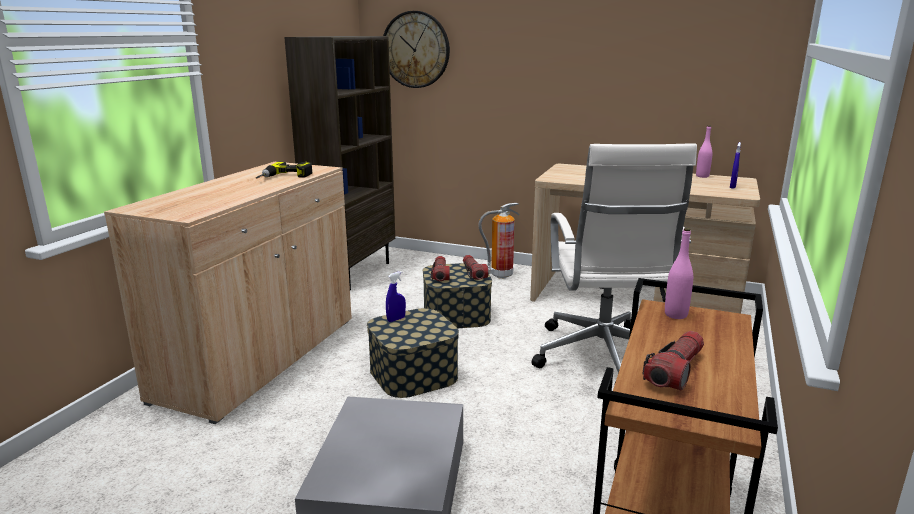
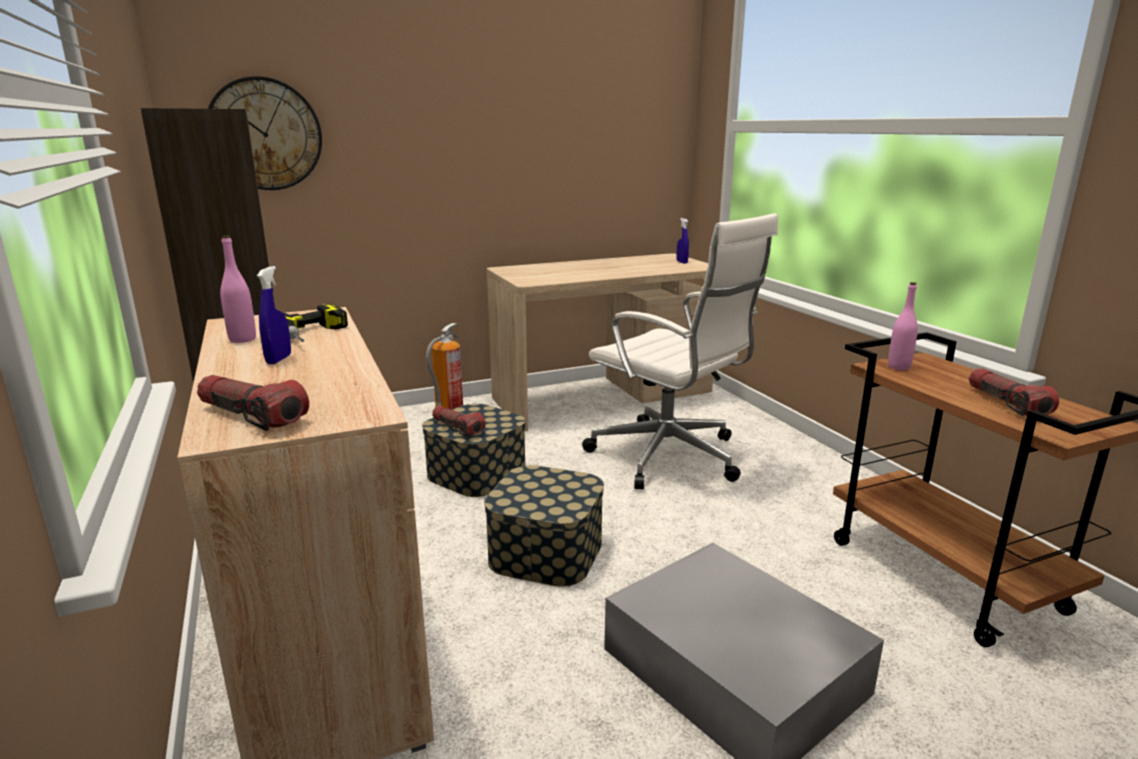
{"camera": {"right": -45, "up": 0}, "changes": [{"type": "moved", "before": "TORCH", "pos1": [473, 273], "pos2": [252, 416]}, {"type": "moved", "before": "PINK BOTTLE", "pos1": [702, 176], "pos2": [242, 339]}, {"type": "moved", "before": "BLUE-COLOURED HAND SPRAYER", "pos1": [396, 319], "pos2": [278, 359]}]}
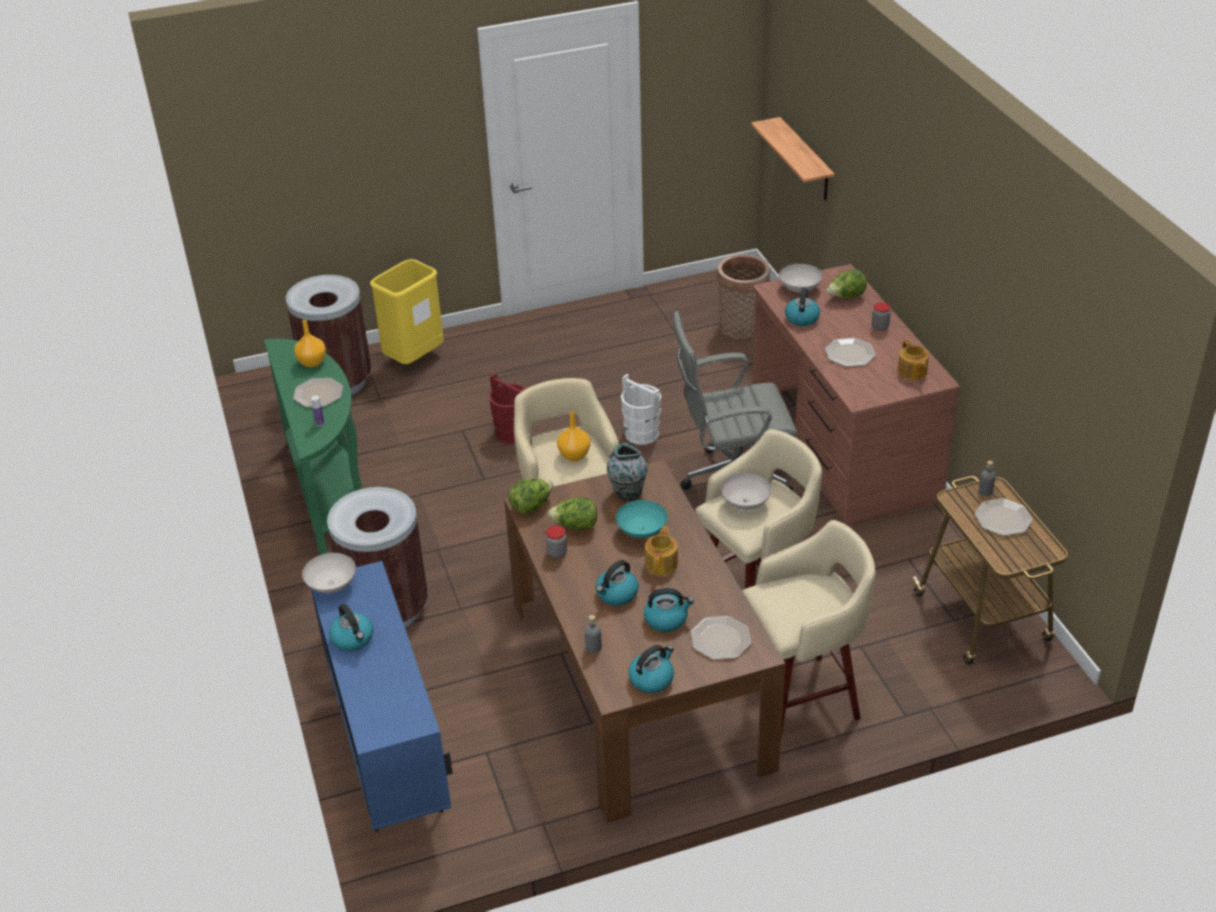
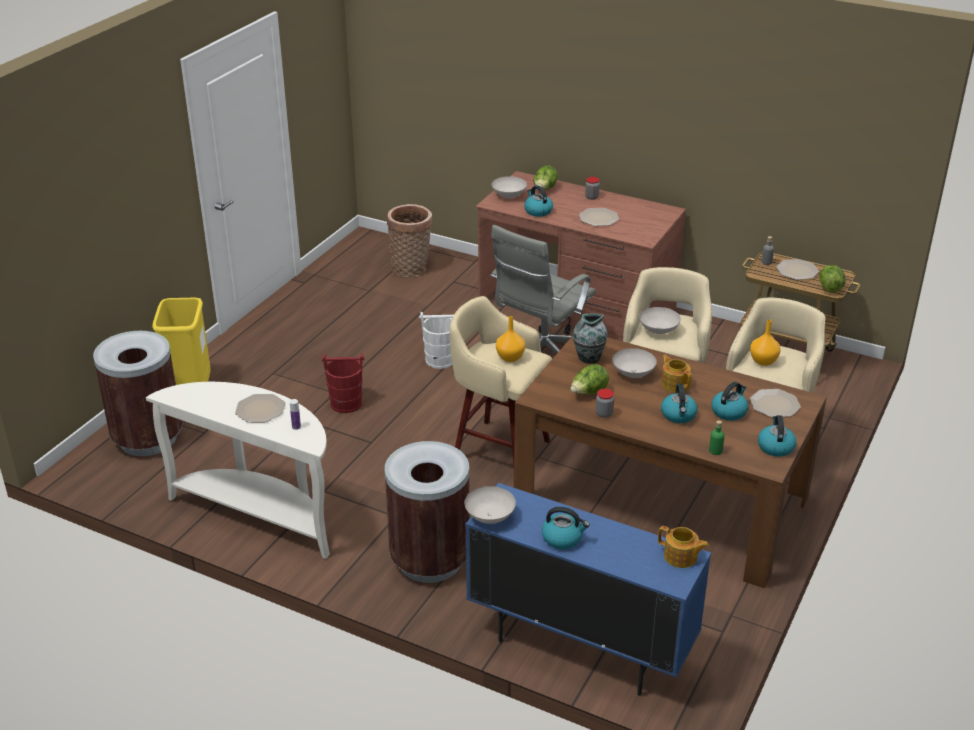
{"camera": {"right": -45, "up": -5}, "changes": [{"type": "recoloured", "before": "GREEN NARROW TABLE", "after": "WHITE-COLOURED NARROW TABLE", "pos1": [329, 492], "pos2": [260, 513]}, {"type": "recoloured", "before": "TURQUOISE SERVING BOWL", "after": "WHITE-COLOURED SERVING BOWL", "pos1": [641, 530], "pos2": [632, 373]}, {"type": "moved", "before": "TEAPOT", "pos1": [912, 372], "pos2": [681, 557]}, {"type": "recoloured", "before": "GRAY BOTTLE", "after": "GREEN BOTTLE", "pos1": [593, 647], "pos2": [715, 451]}, {"type": "moved", "before": "ORANGEY FLOWER VASE", "pos1": [312, 362], "pos2": [764, 361]}, {"type": "moved", "before": "HEAD OF LETTUCE", "pos1": [531, 506], "pos2": [830, 287]}, {"type": "removed", "before": "SHELF", "pos1": [805, 160]}]}
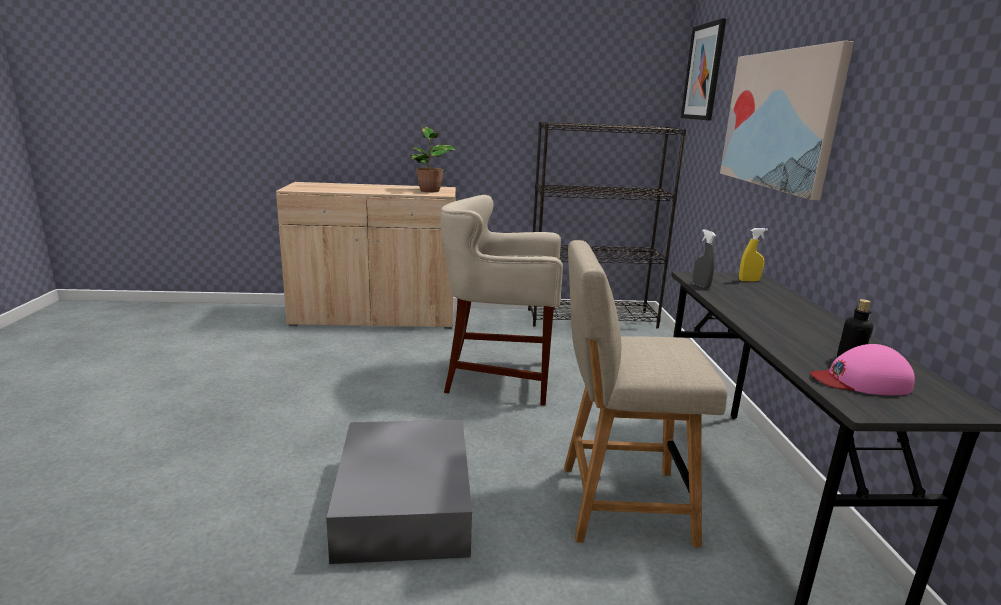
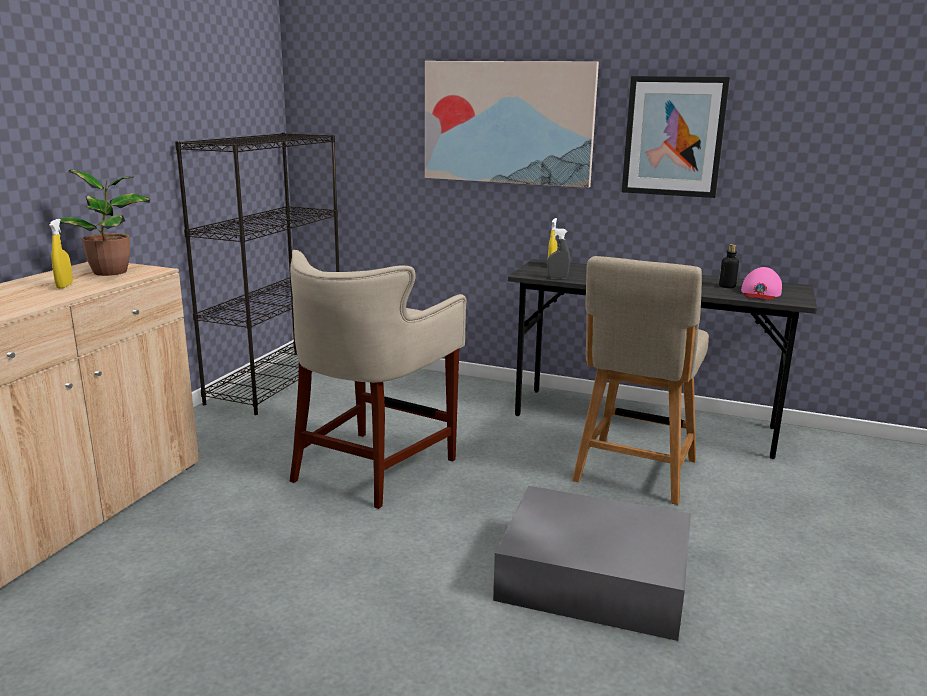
{"camera": {"right": -65, "up": 0}, "changes": [{"type": "added", "after": "YELLOW-COLOURED HAND SPRAYER", "pos2": [64, 286]}, {"type": "moved", "before": "WALL PICTURE", "pos1": [703, 72], "pos2": [673, 136]}]}
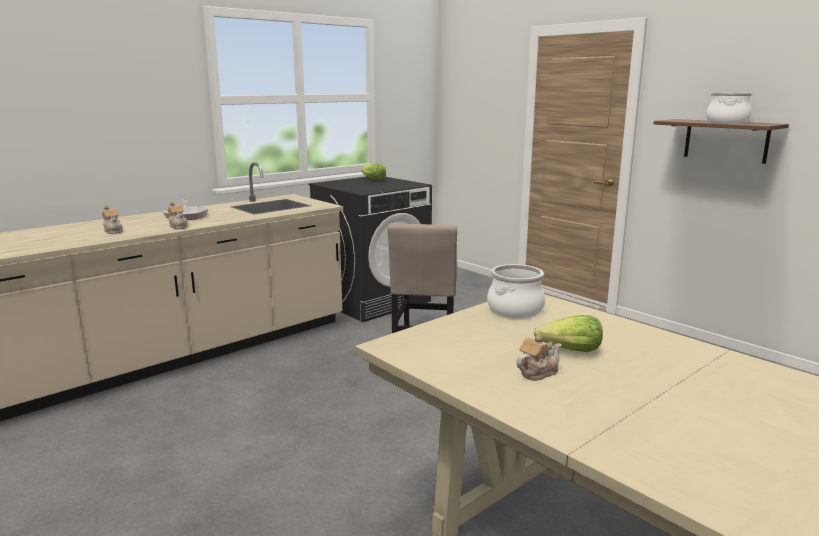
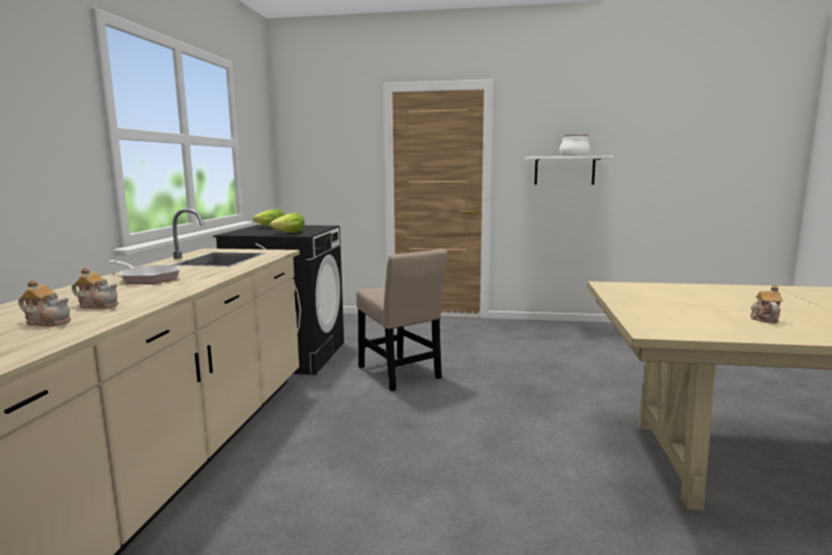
{"camera": {"right": -40, "up": -5}, "changes": [{"type": "moved", "before": "TEAPOT", "pos1": [178, 226], "pos2": [48, 322]}, {"type": "moved", "before": "HEAD OF LETTUCE", "pos1": [570, 351], "pos2": [289, 233]}, {"type": "recoloured", "before": "BROWN-COLOURED SHELF", "after": "WHITE-COLOURED SHELF", "pos1": [726, 140], "pos2": [564, 170]}, {"type": "removed", "before": "COOKING POT", "pos1": [514, 310]}]}
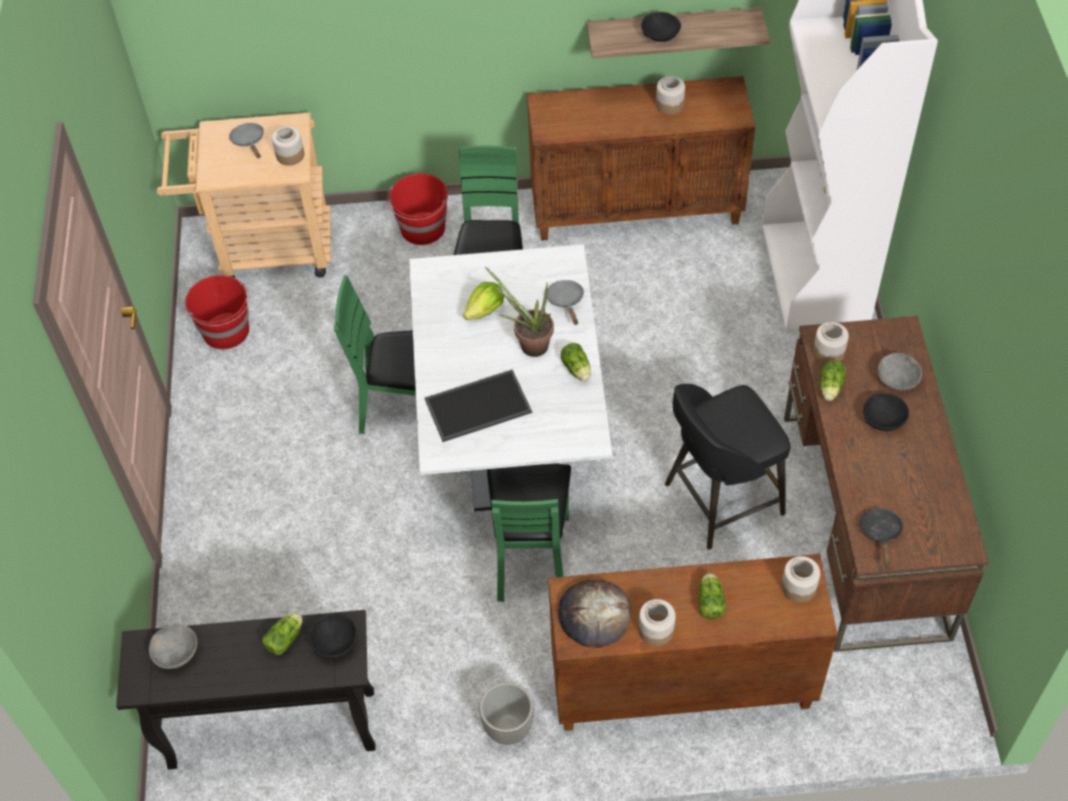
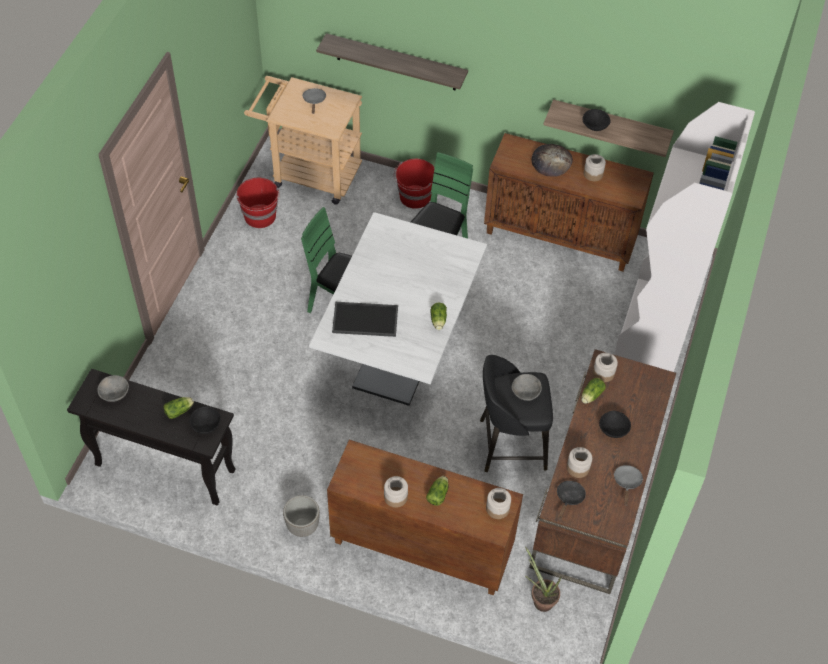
{"camera": {"right": 20, "up": 0}, "changes": [{"type": "added", "after": "SHELF", "pos2": [396, 62]}, {"type": "moved", "before": "GRAY SERVING BOWL", "pos1": [897, 379], "pos2": [526, 392]}, {"type": "moved", "before": "HOUSEPLANT", "pos1": [528, 344], "pos2": [540, 599]}, {"type": "moved", "before": "BAKERY BREAD", "pos1": [594, 615], "pos2": [551, 162]}, {"type": "moved", "before": "JAR", "pos1": [290, 155], "pos2": [577, 468]}, {"type": "moved", "before": "GRAY PAN", "pos1": [566, 301], "pos2": [627, 482]}, {"type": "removed", "before": "HEAD OF LETTUCE", "pos1": [485, 310]}, {"type": "removed", "before": "GREEN PLAIN CHAIR", "pos1": [531, 557]}]}
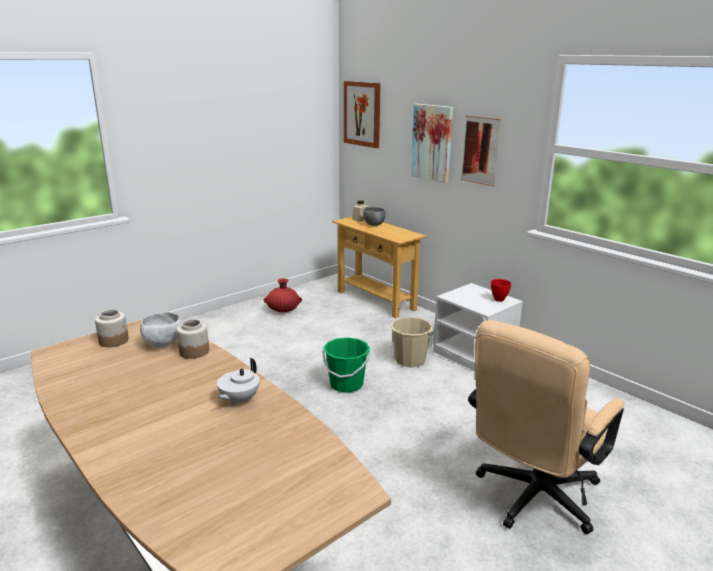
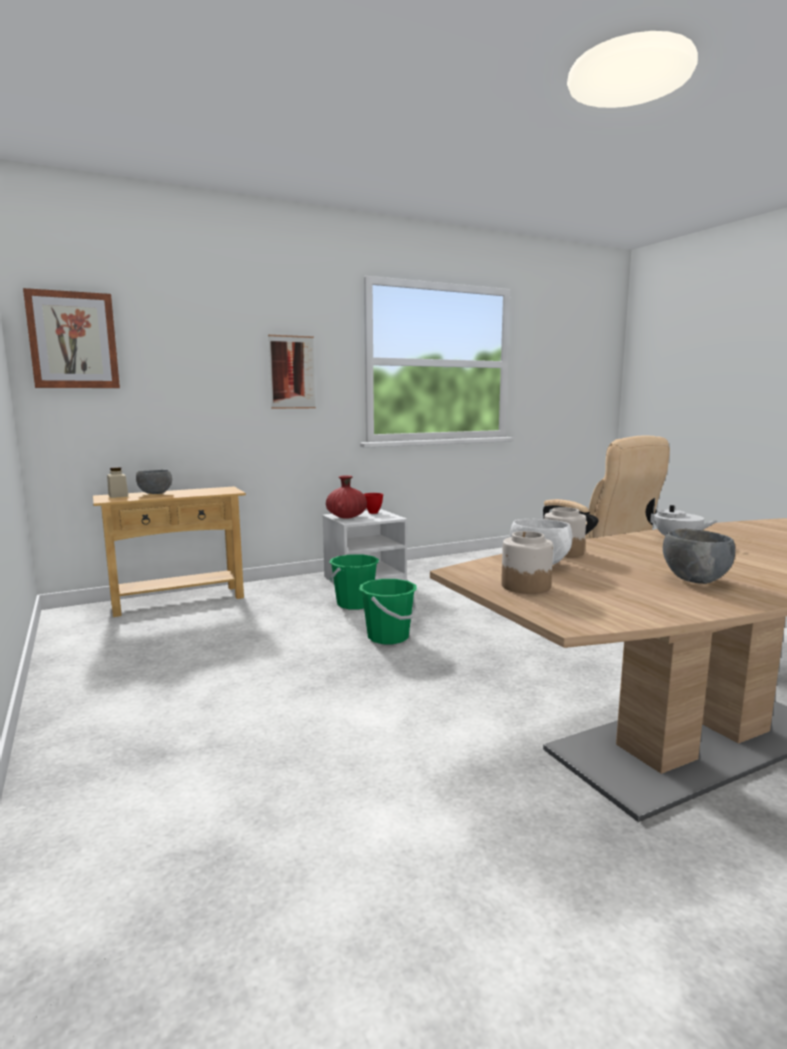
{"camera": {"right": -75, "up": -10}, "changes": [{"type": "moved", "before": "RED-COLOURED FLOWER VASE", "pos1": [283, 310], "pos2": [346, 517]}, {"type": "recoloured", "before": "SAND-COLOURED BUCKET", "after": "GREEN BUCKET", "pos1": [410, 360], "pos2": [354, 604]}, {"type": "added", "after": "GRAY SERVING BOWL", "pos2": [694, 580]}, {"type": "removed", "before": "WALL PICTURE", "pos1": [432, 142]}]}
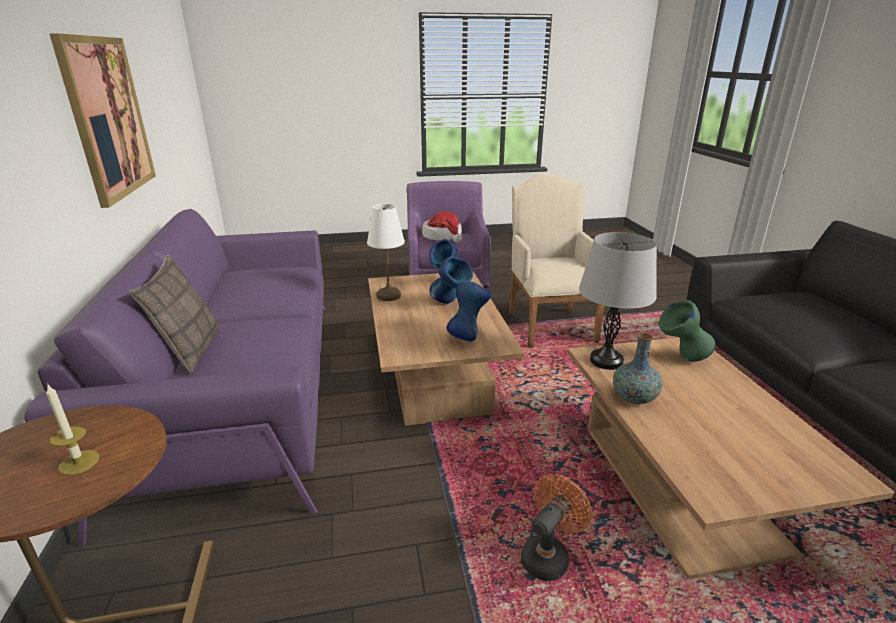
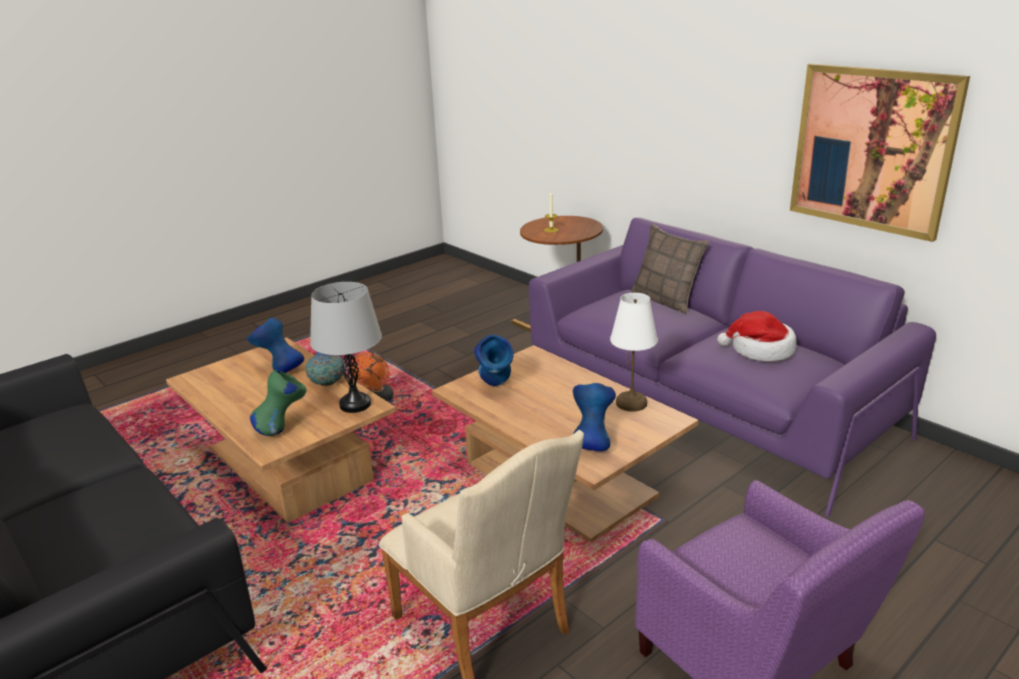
{"camera": {"right": 150, "up": 0}, "changes": [{"type": "moved", "before": "BLUE-COLOURED FLOWER VASE", "pos1": [450, 304], "pos2": [279, 370]}, {"type": "moved", "before": "WEARABLE HAT", "pos1": [443, 236], "pos2": [760, 350]}]}
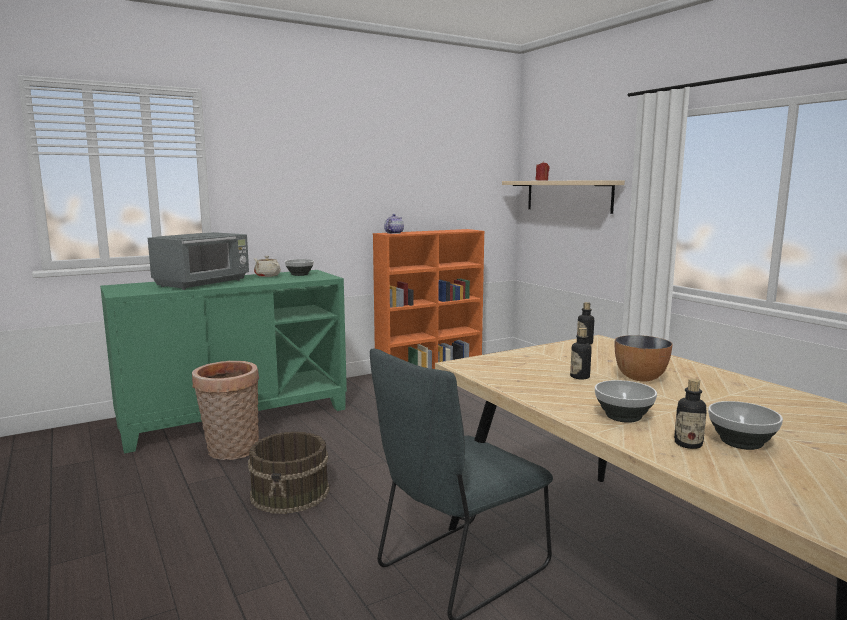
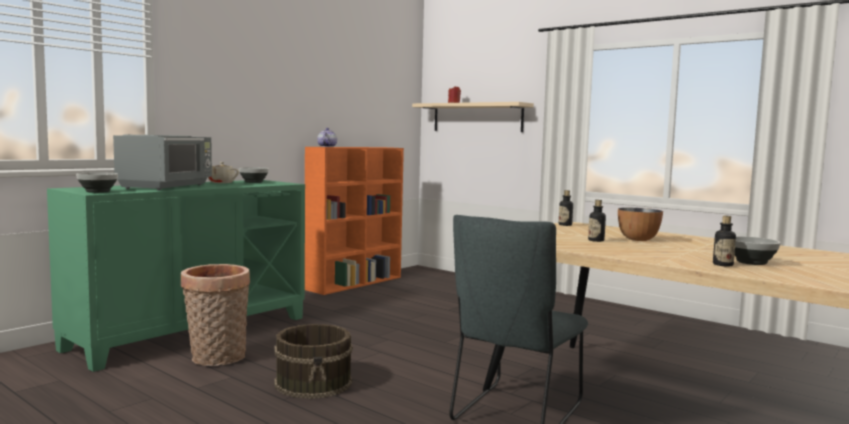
{"camera": {"right": -20, "up": -5}, "changes": [{"type": "moved", "before": "SERVING BOWL", "pos1": [622, 416], "pos2": [97, 191]}]}
